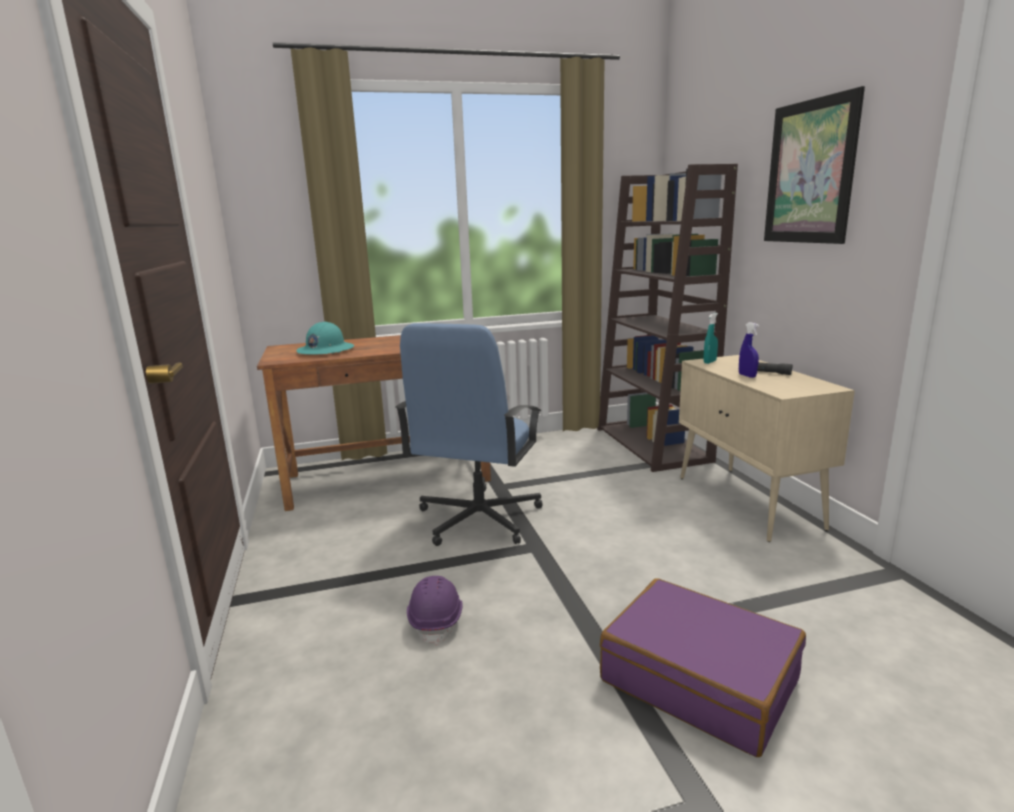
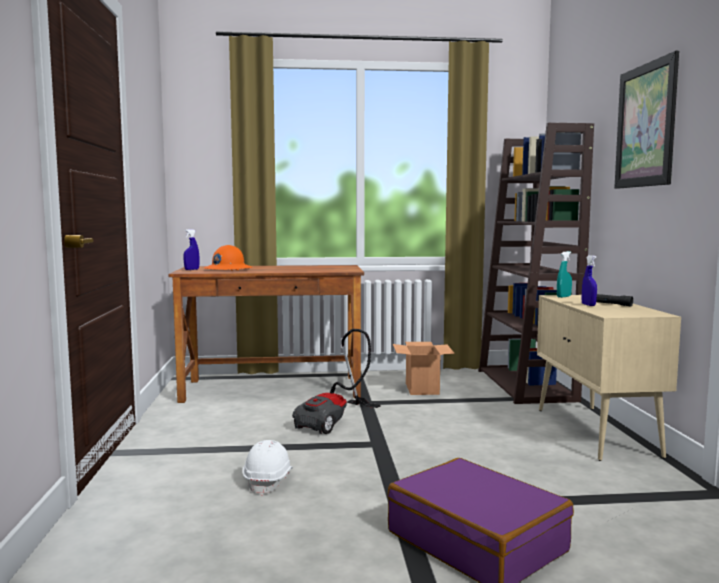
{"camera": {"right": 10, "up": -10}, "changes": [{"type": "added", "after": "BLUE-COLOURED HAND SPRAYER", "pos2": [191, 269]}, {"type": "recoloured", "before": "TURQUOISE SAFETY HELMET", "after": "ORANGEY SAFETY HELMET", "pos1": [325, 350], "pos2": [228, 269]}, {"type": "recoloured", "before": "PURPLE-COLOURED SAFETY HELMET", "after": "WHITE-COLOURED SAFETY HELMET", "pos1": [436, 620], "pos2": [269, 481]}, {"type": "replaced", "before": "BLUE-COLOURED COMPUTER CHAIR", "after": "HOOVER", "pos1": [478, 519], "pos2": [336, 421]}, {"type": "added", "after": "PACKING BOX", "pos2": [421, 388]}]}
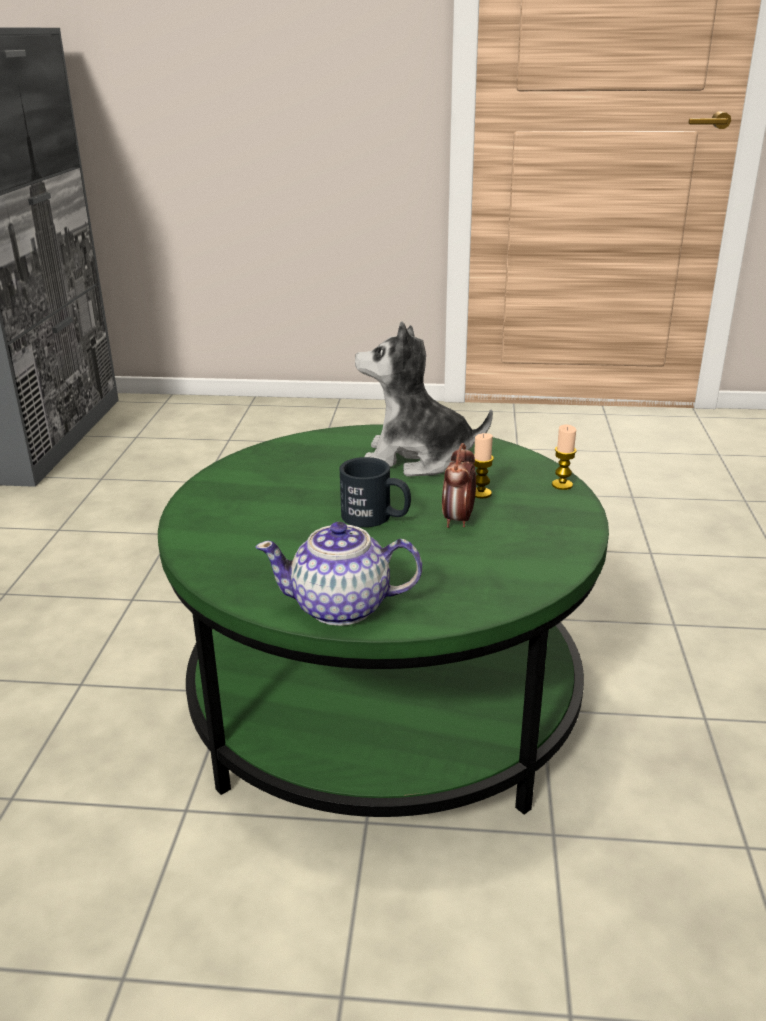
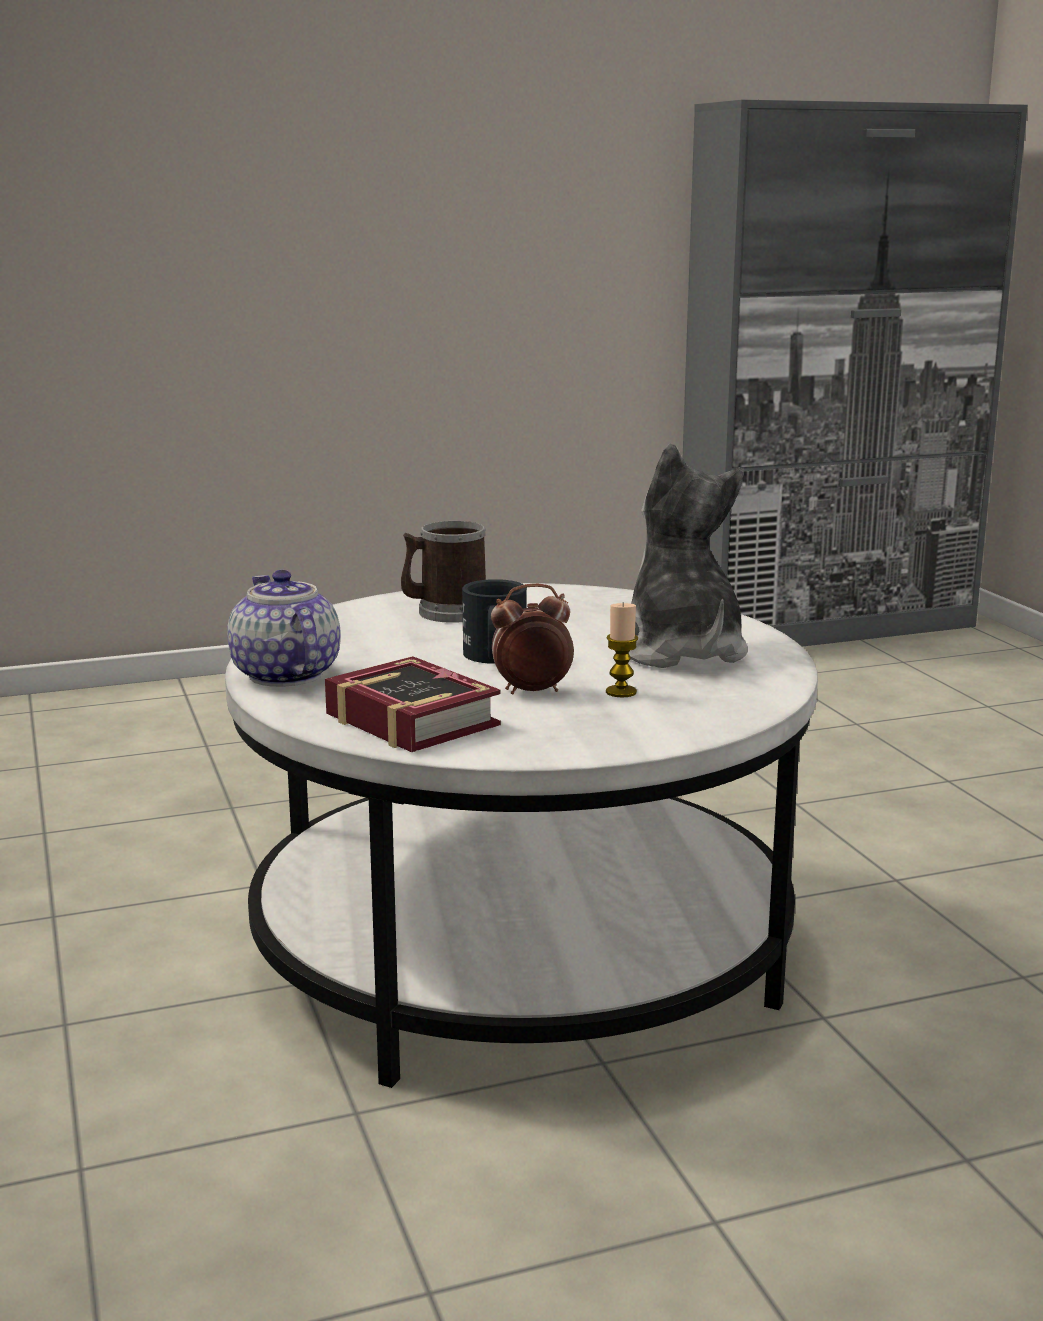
{"camera": {"right": 65, "up": -10}, "changes": [{"type": "recoloured", "before": "GREEN LOW TABLE", "after": "WHITE-COLOURED LOW TABLE", "pos1": [385, 700], "pos2": [521, 945]}, {"type": "added", "after": "VOLUME", "pos2": [411, 717]}, {"type": "added", "after": "COFFEE MUG", "pos2": [445, 613]}, {"type": "removed", "before": "CANDLE", "pos1": [562, 485]}]}
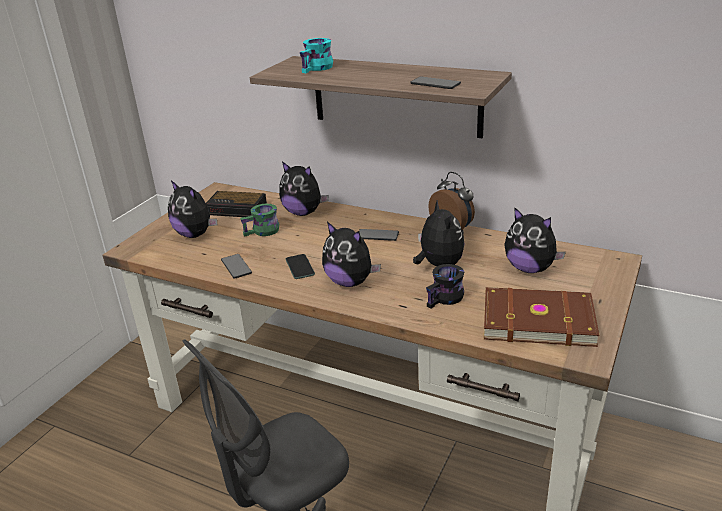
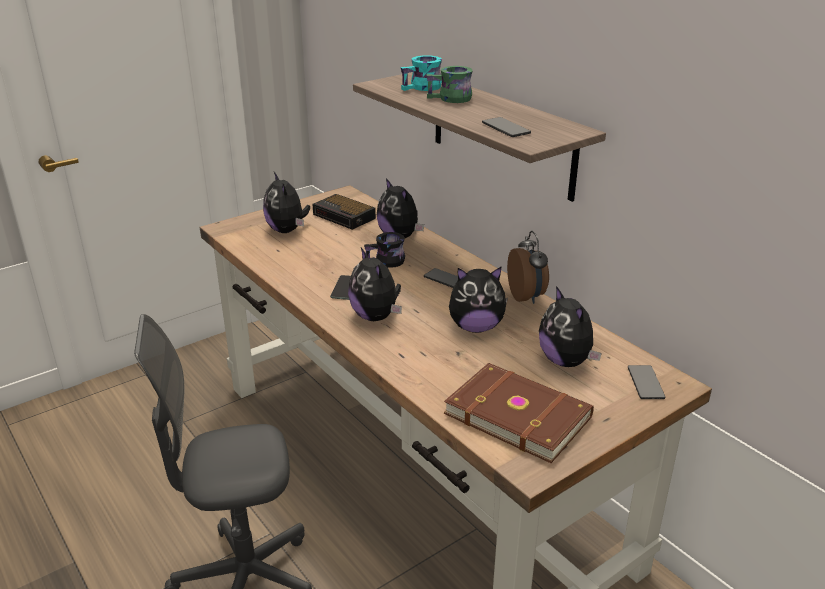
{"camera": {"right": 25, "up": 0}, "changes": [{"type": "moved", "before": "BLACK COFFEE MUG", "pos1": [446, 299], "pos2": [386, 263]}, {"type": "moved", "before": "GREEN COFFEE MUG", "pos1": [263, 232], "pos2": [450, 99]}, {"type": "turned", "before": "SOFT TOY", "pos1": [438, 265], "pos2": [476, 327], "turn": 75}, {"type": "moved", "before": "PHONE", "pos1": [236, 267], "pos2": [645, 383]}]}
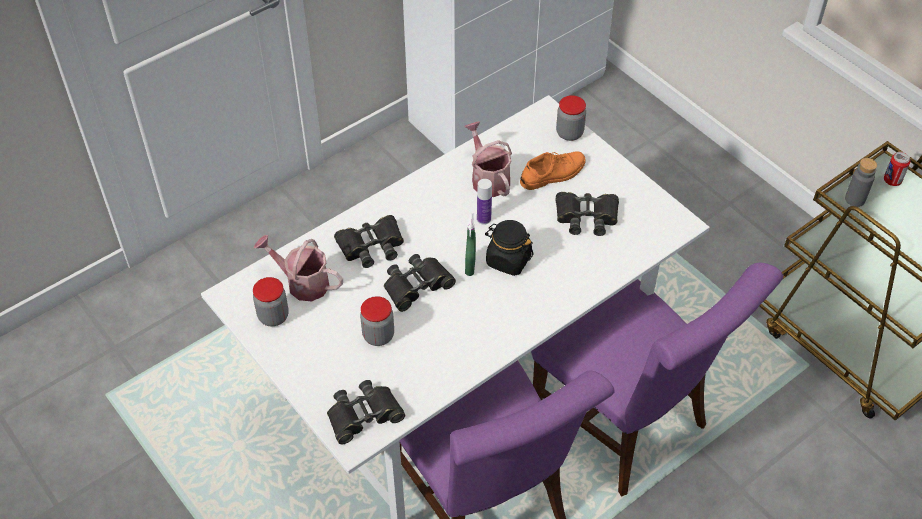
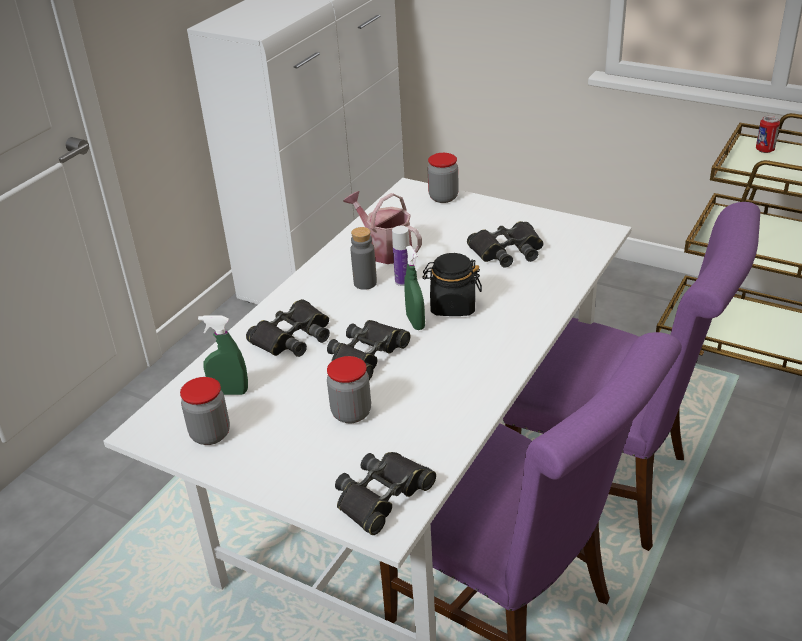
{"camera": {"right": -20, "up": -15}, "changes": [{"type": "replaced", "before": "WATERING POT", "after": "GREEN HAND SPRAYER", "pos1": [302, 282], "pos2": [229, 392]}, {"type": "moved", "before": "GRAY BOTTLE", "pos1": [855, 199], "pos2": [365, 283]}, {"type": "removed", "before": "ORANGEY LOW SHOE", "pos1": [553, 174]}]}
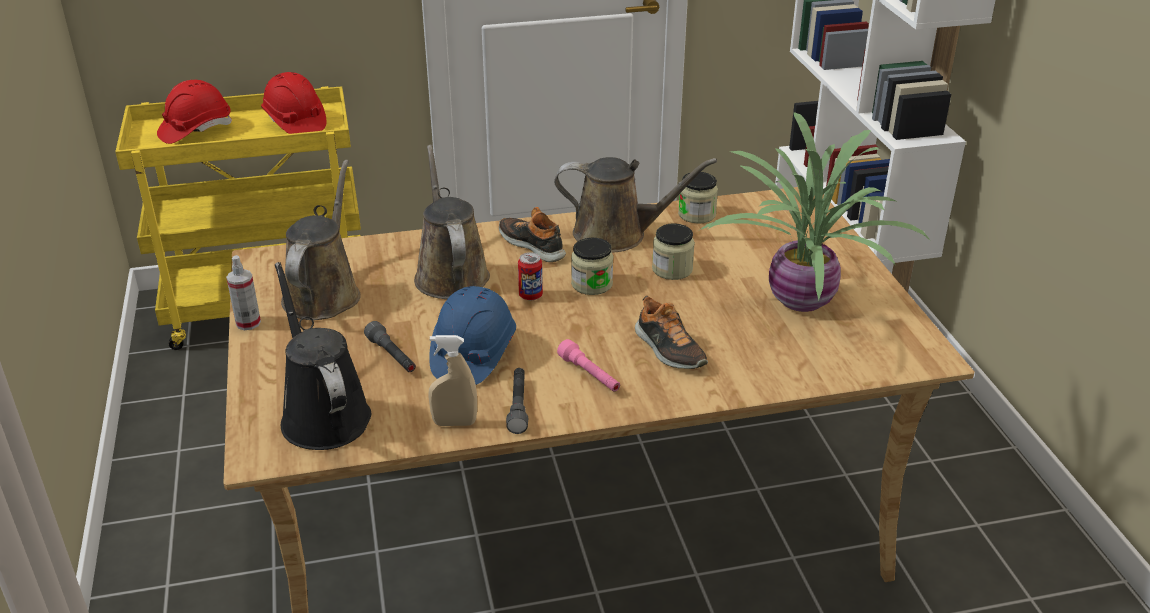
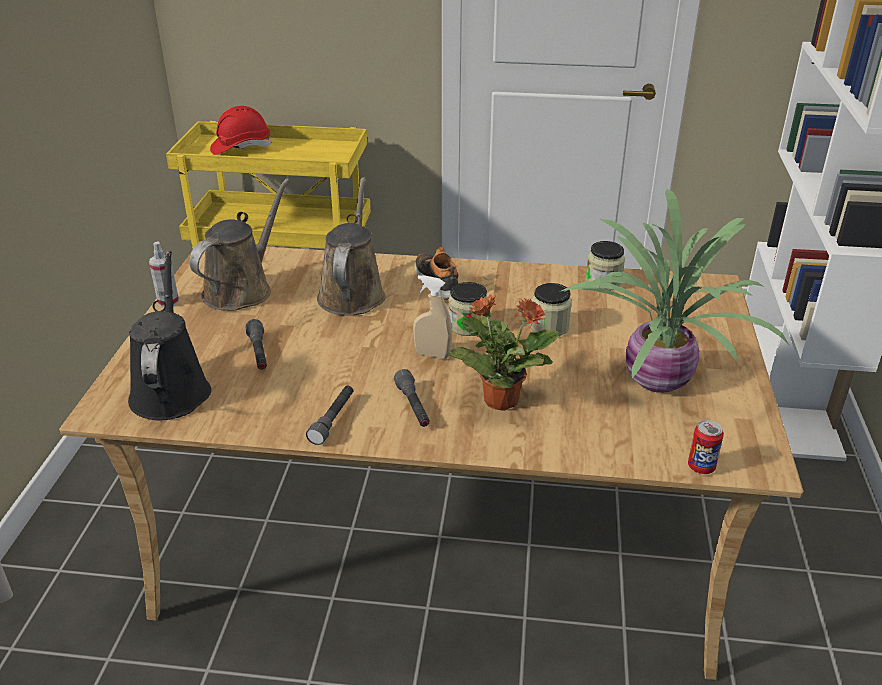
{"camera": {"right": 20, "up": 0}, "changes": [{"type": "recoloured", "before": "PINK TORCH", "after": "GRAY TORCH", "pos1": [589, 375], "pos2": [413, 406]}, {"type": "moved", "before": "SAND-COLOURED HAND SPRAYER", "pos1": [454, 423], "pos2": [432, 355]}, {"type": "replaced", "before": "LOW SHOE", "after": "HOUSEPLANT", "pos1": [668, 350], "pos2": [500, 399]}, {"type": "moved", "before": "METAL CAN", "pos1": [530, 296], "pos2": [701, 467]}, {"type": "removed", "before": "RED-COLOURED SAFETY HELMET", "pos1": [295, 122]}, {"type": "removed", "before": "BLUE-COLOURED SAFETY HELMET", "pos1": [472, 354]}, {"type": "removed", "before": "BROWN-COLOURED WATERING POT", "pos1": [617, 234]}]}
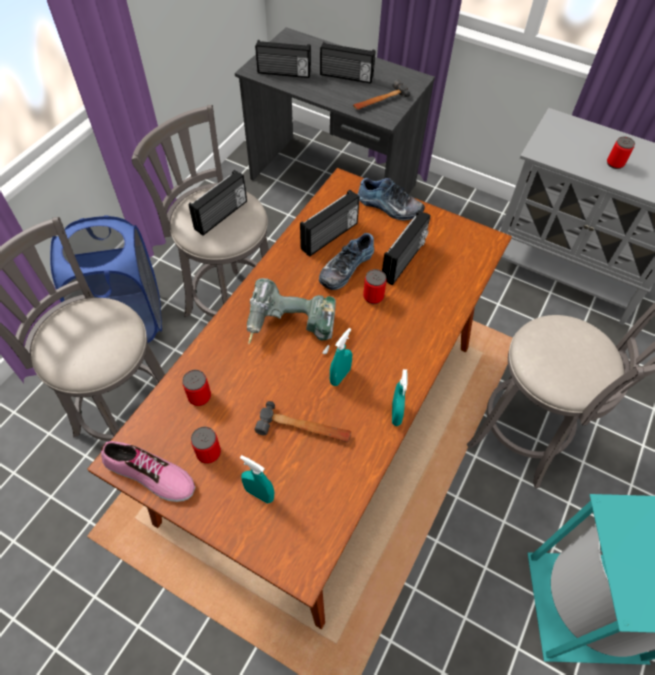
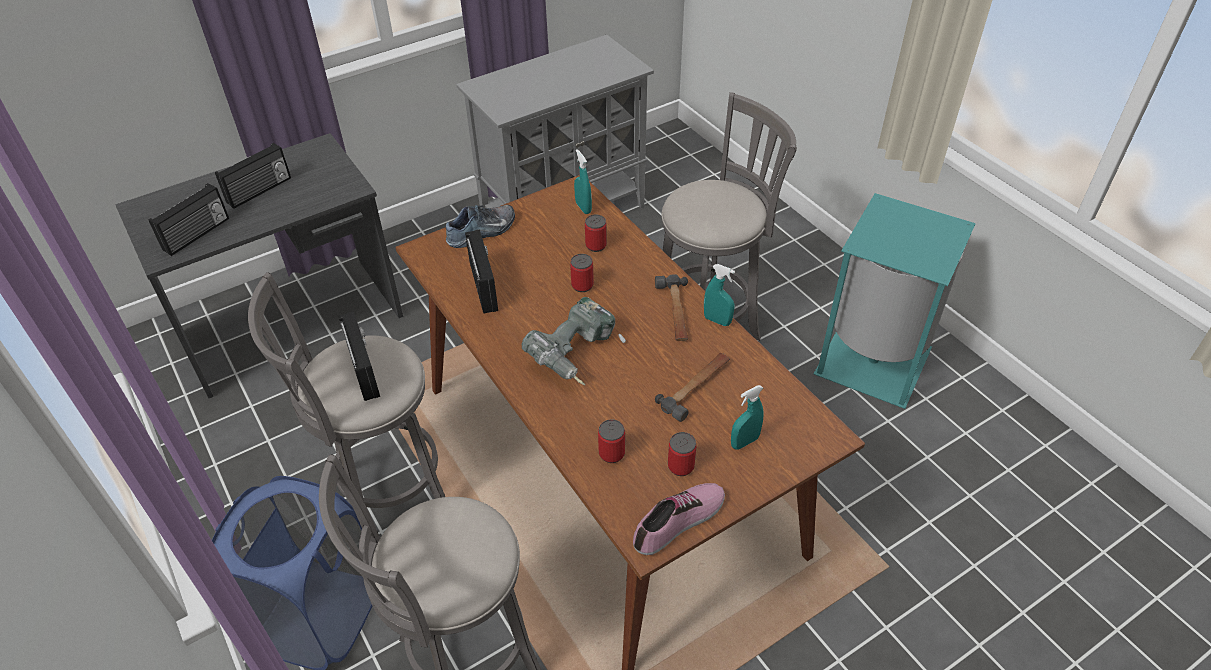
{"camera": {"right": -60, "up": -10}, "changes": [{"type": "moved", "before": "TURQUOISE HAND SPRAYER", "pos1": [340, 376], "pos2": [583, 207]}, {"type": "moved", "before": "METAL CAN", "pos1": [615, 163], "pos2": [596, 245]}, {"type": "moved", "before": "HAMMER", "pos1": [380, 101], "pos2": [675, 312]}, {"type": "removed", "before": "LOW SHOE", "pos1": [345, 267]}, {"type": "removed", "before": "RADIO SET", "pos1": [404, 261]}]}
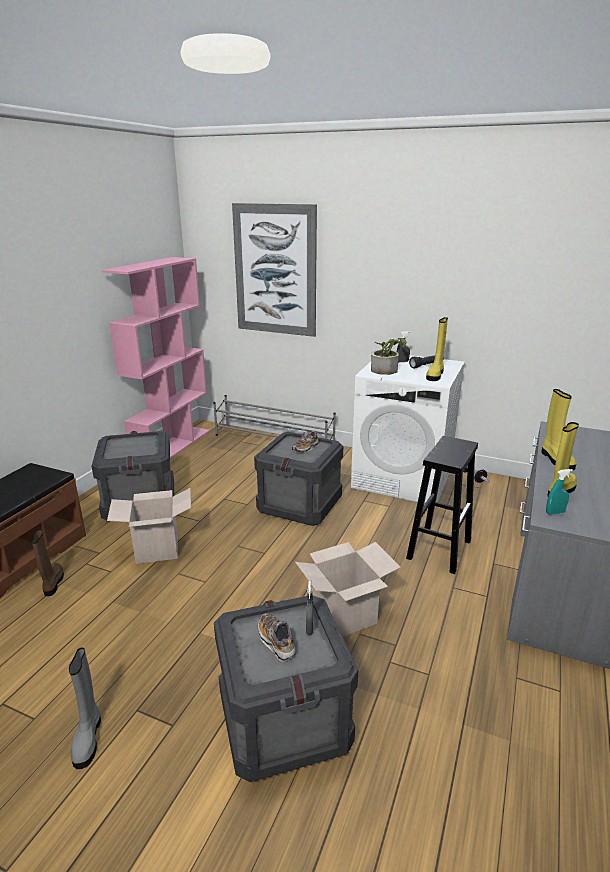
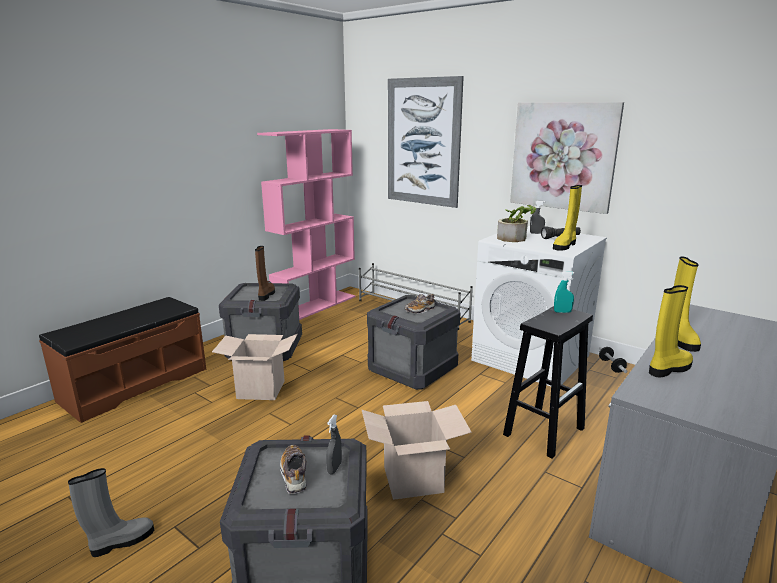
{"camera": {"right": 15, "up": -5}, "changes": [{"type": "turned", "before": "GRAY TALL BOOT", "pos1": [88, 738], "pos2": [121, 542], "turn": -135}, {"type": "moved", "before": "BROWN-COLOURED TALL BOOT", "pos1": [53, 583], "pos2": [266, 295]}, {"type": "added", "after": "WALL PICTURE", "pos2": [563, 156]}, {"type": "moved", "before": "TURQUOISE HAND SPRAYER", "pos1": [555, 512], "pos2": [562, 312]}]}
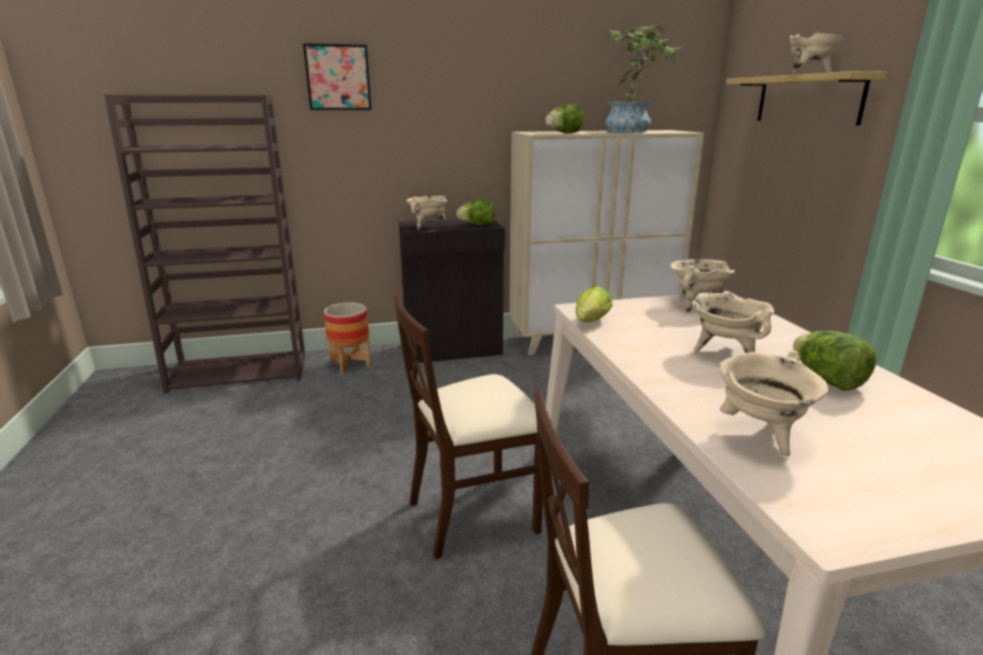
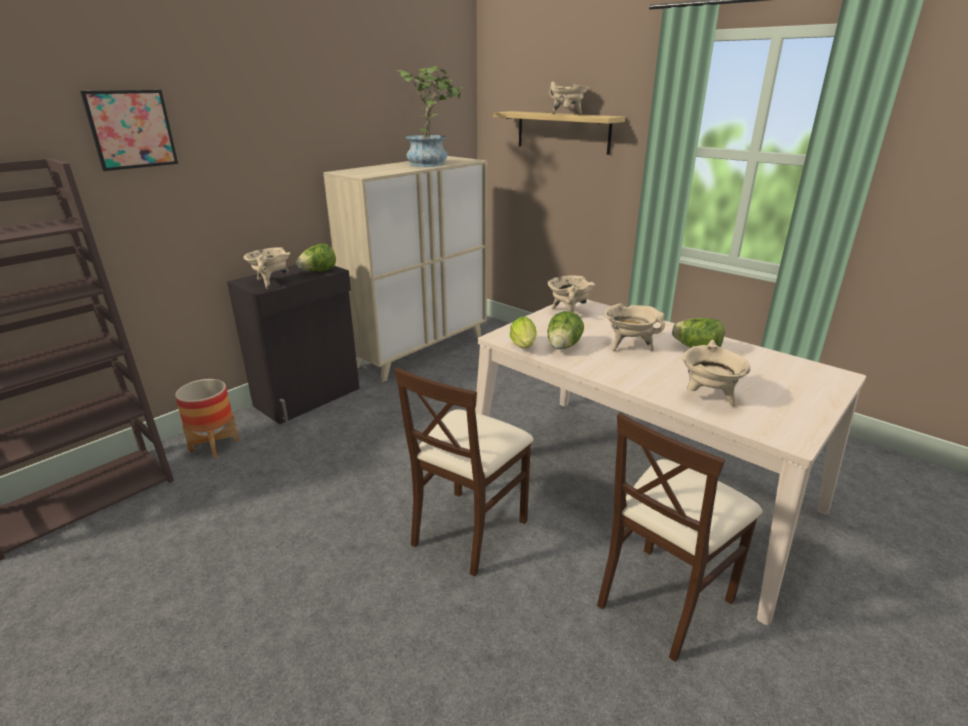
{"camera": {"right": -35, "up": 5}, "changes": [{"type": "moved", "before": "HEAD OF LETTUCE", "pos1": [564, 133], "pos2": [563, 347]}]}
